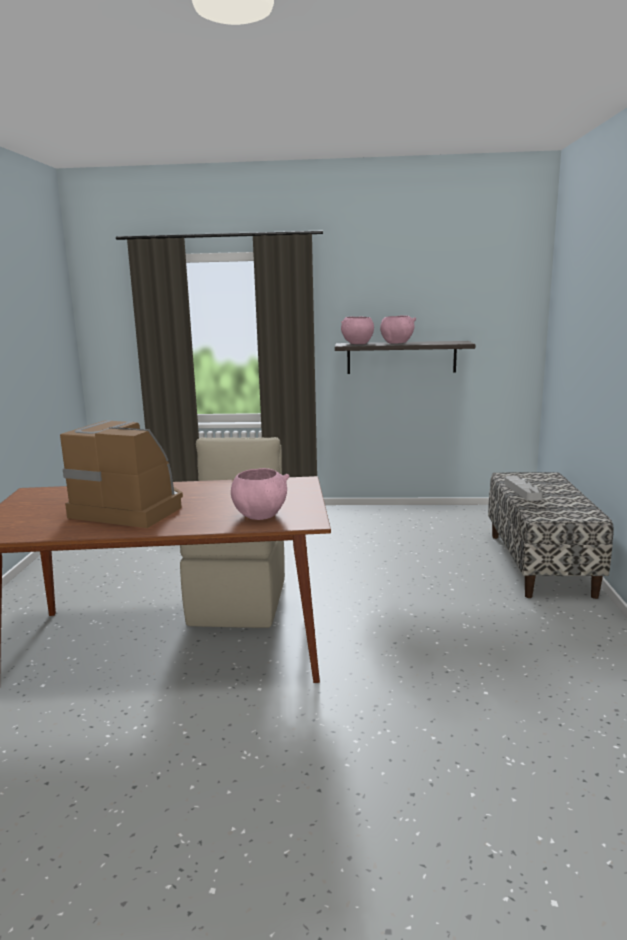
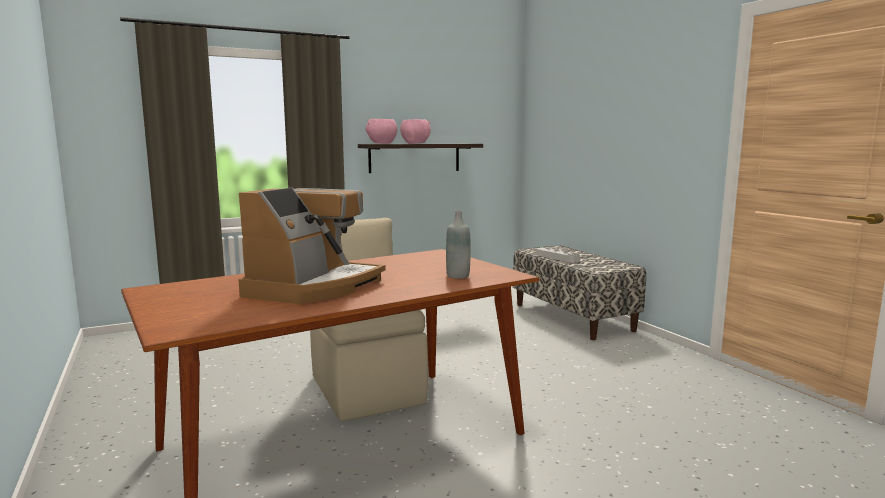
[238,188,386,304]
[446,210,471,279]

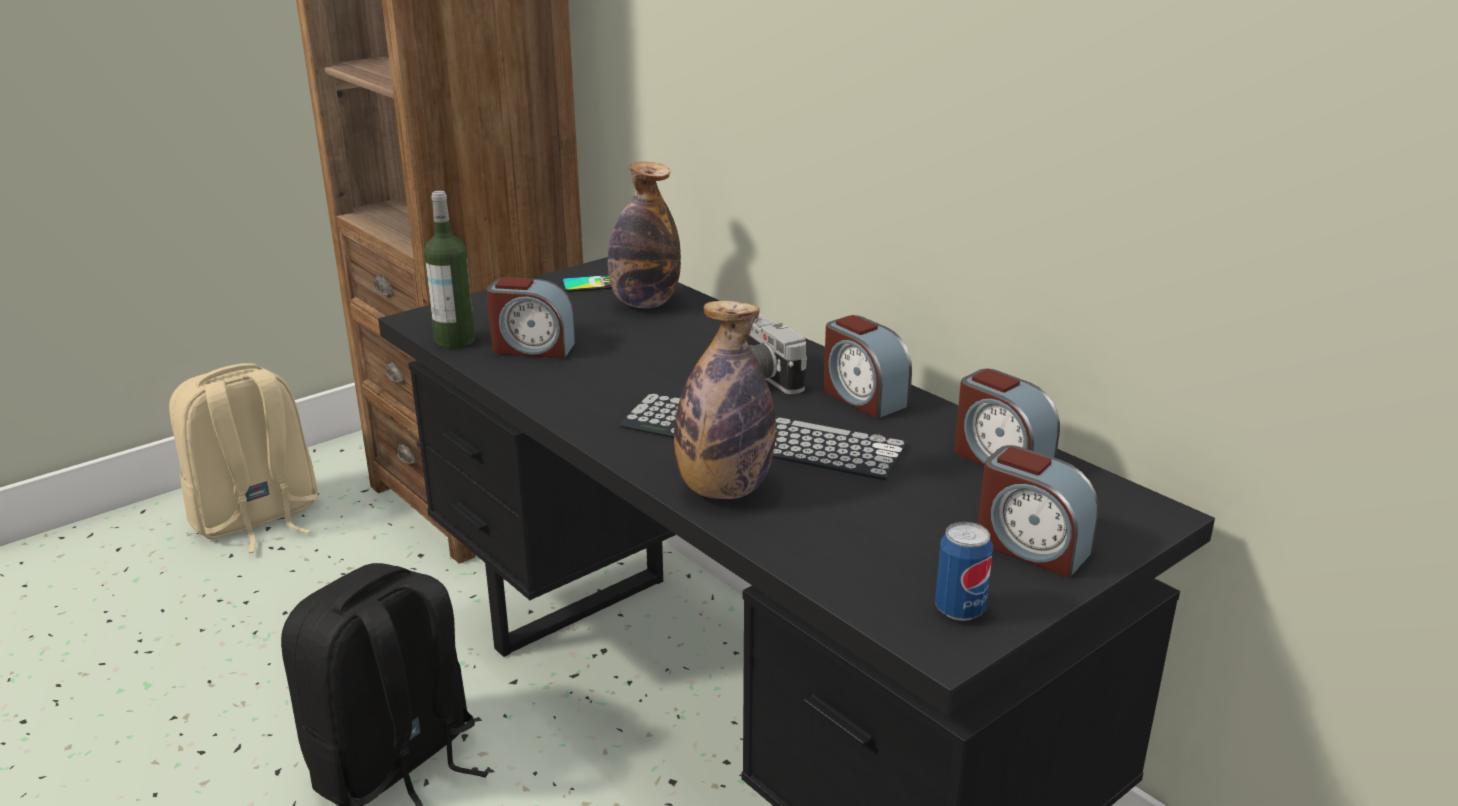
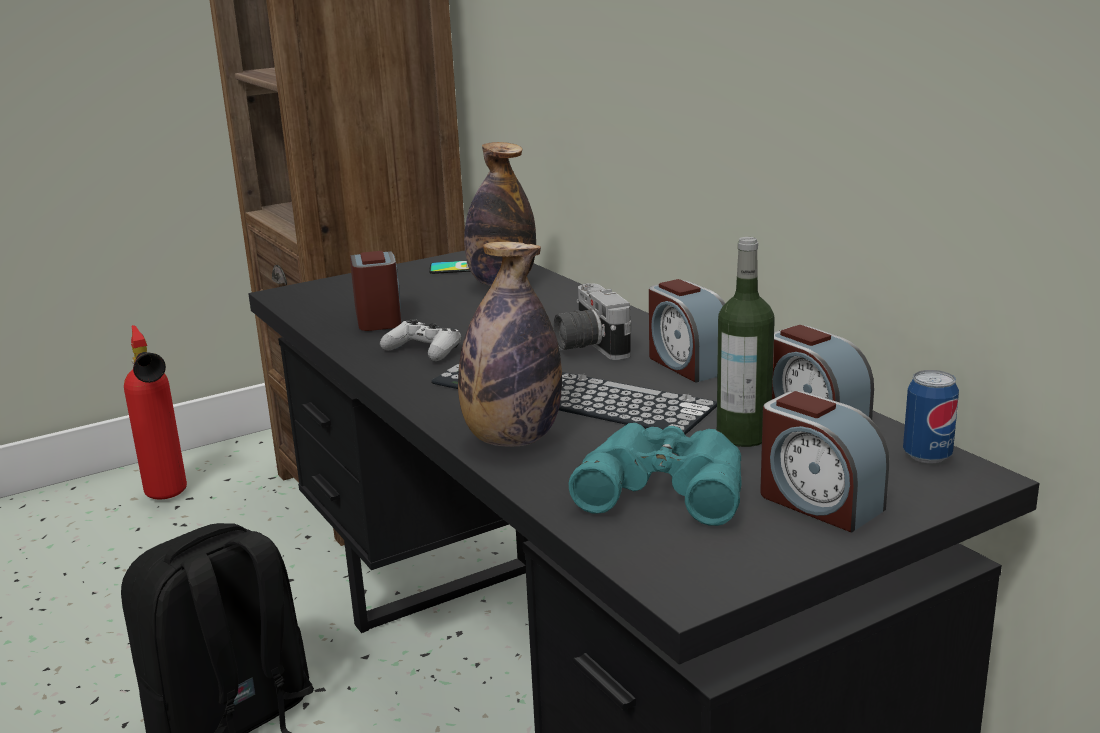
[124,325,187,499]
[717,237,775,447]
[350,251,401,331]
[903,370,959,463]
[380,319,461,361]
[569,423,742,526]

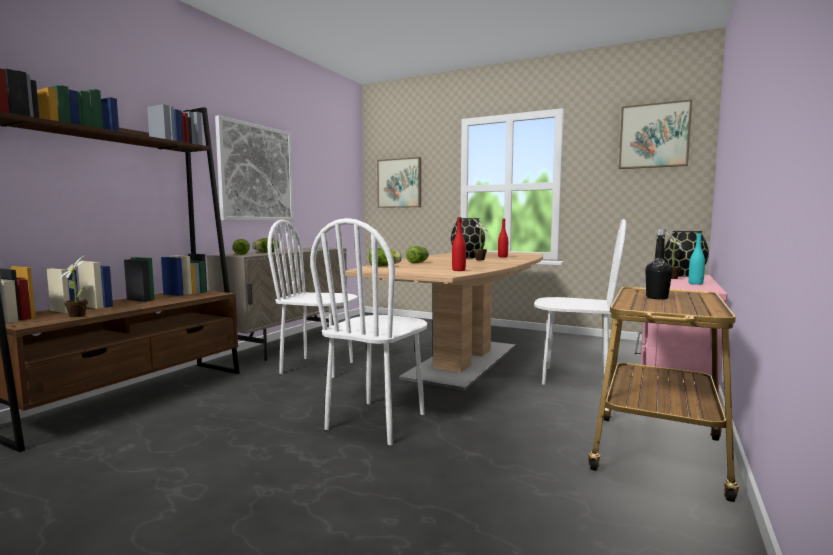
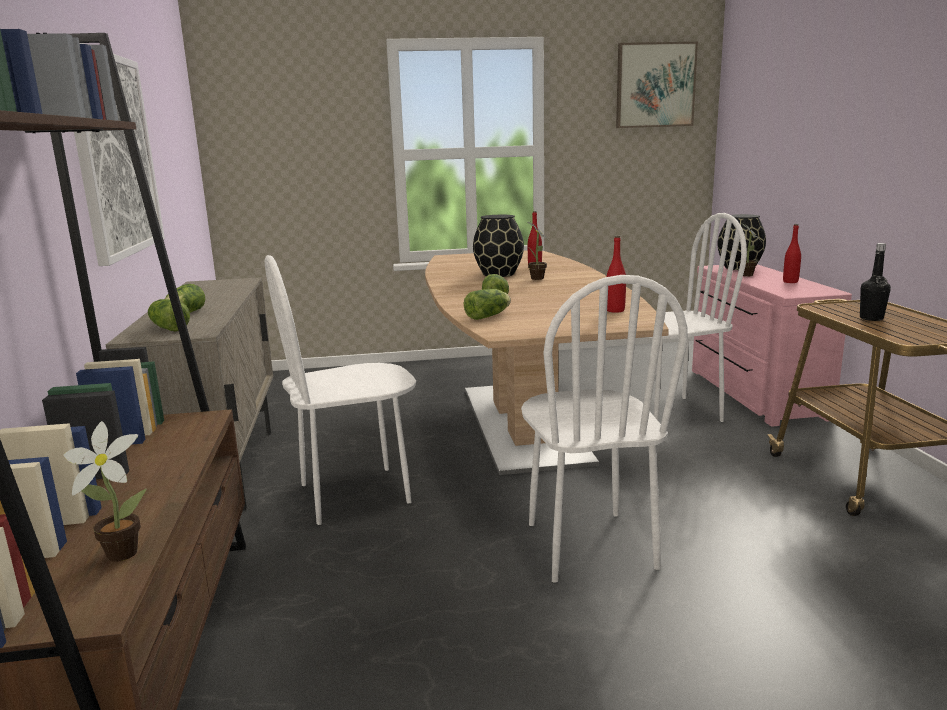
[377,157,421,208] (first image)
[783,224,801,283]

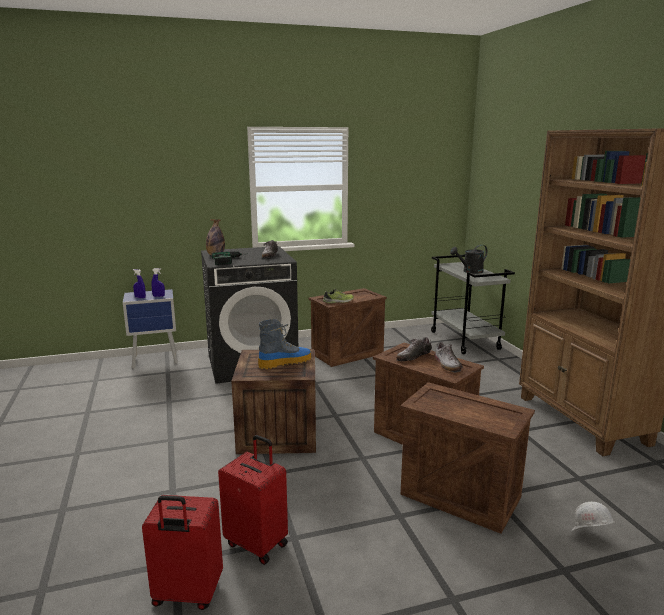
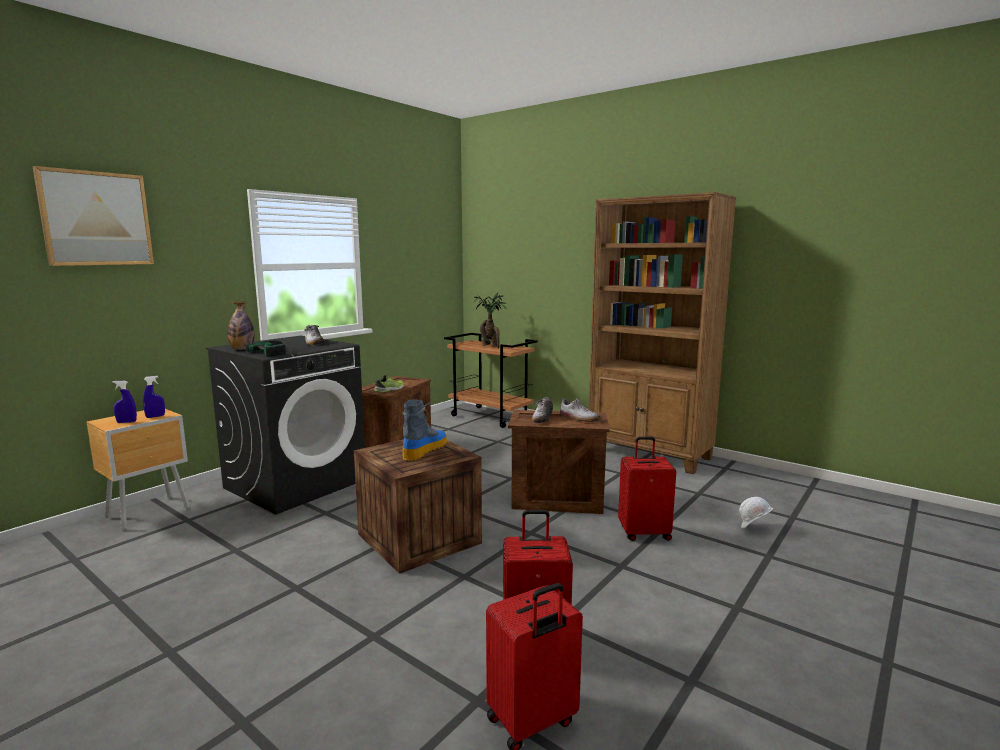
[86,409,190,530]
[618,437,676,541]
[444,333,538,428]
[473,292,507,348]
[33,166,154,266]

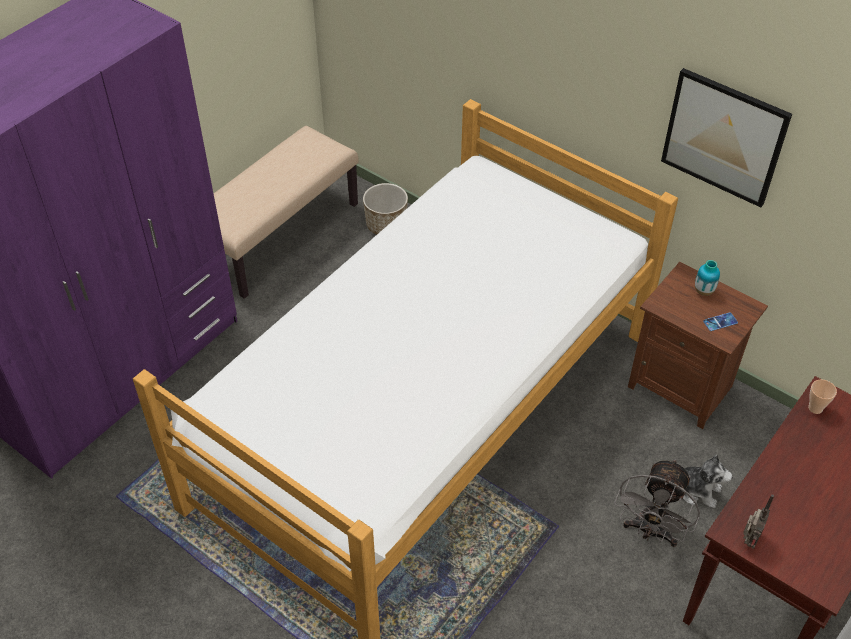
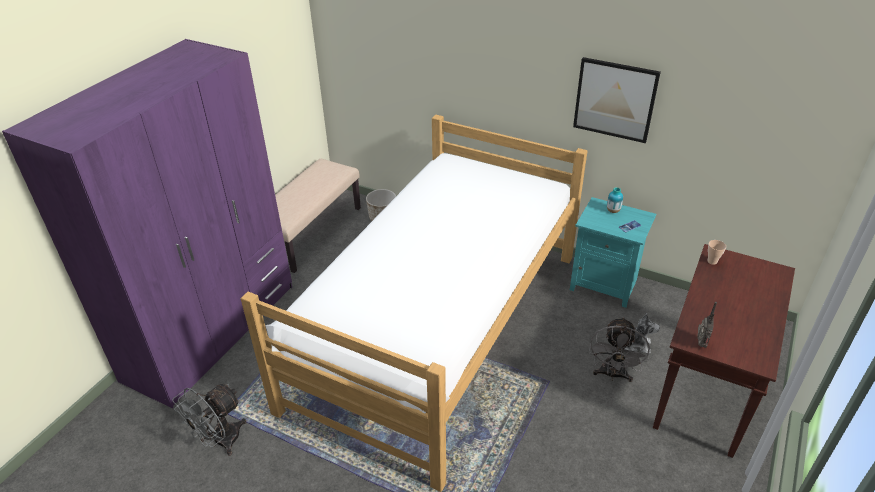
[570,197,656,308]
[172,384,246,456]

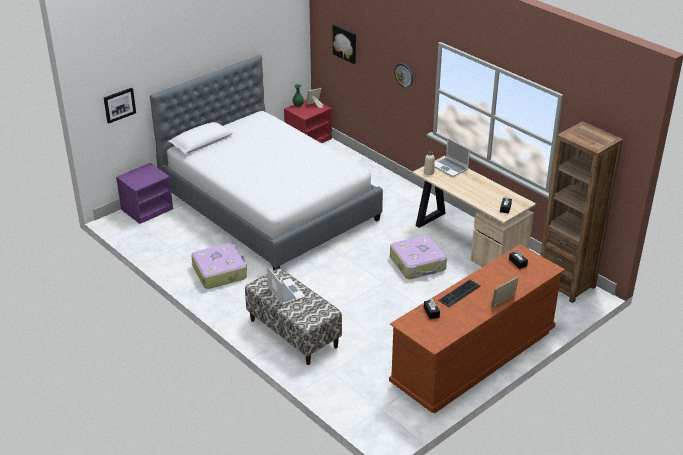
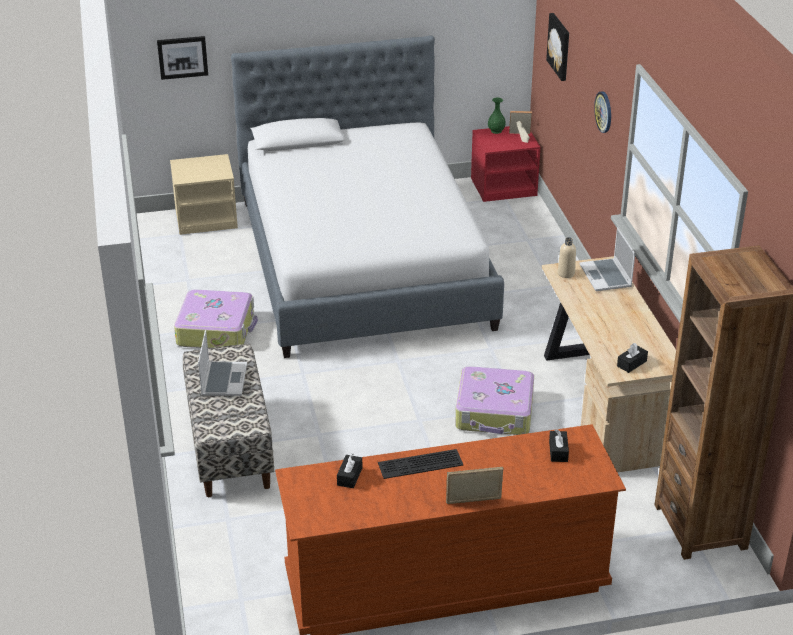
[170,154,238,235]

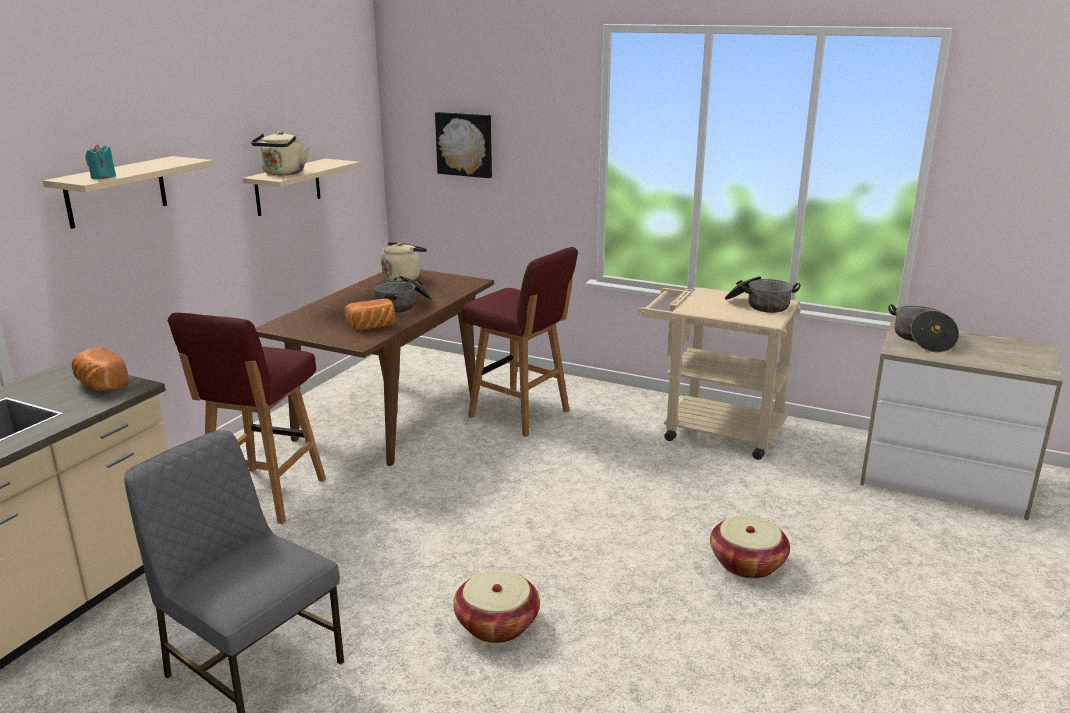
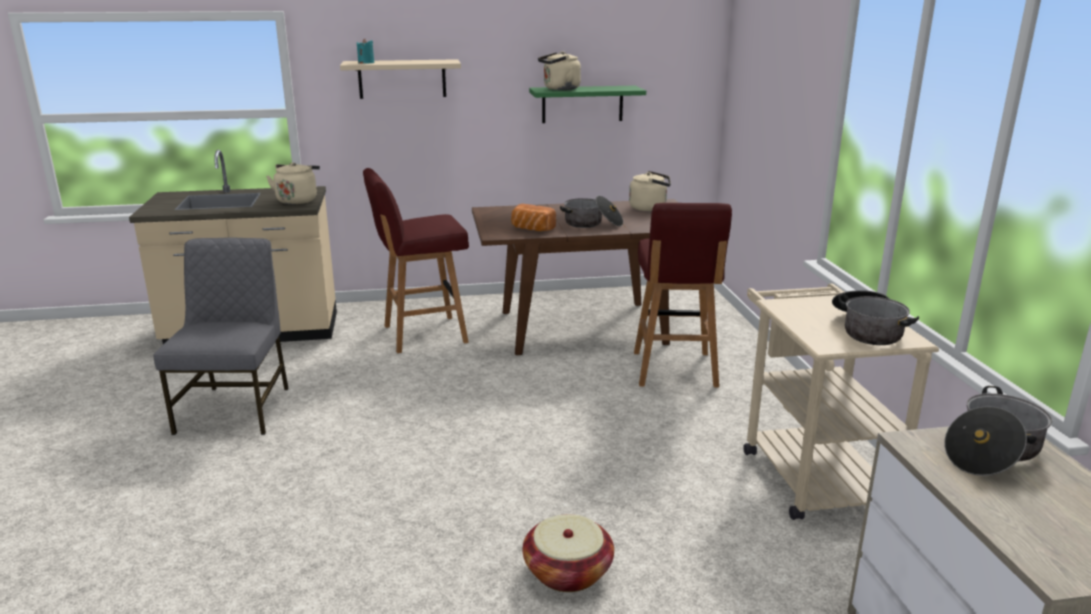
[266,162,320,204]
[529,86,646,123]
[435,112,492,178] (first image)
[453,570,540,643] (first image)

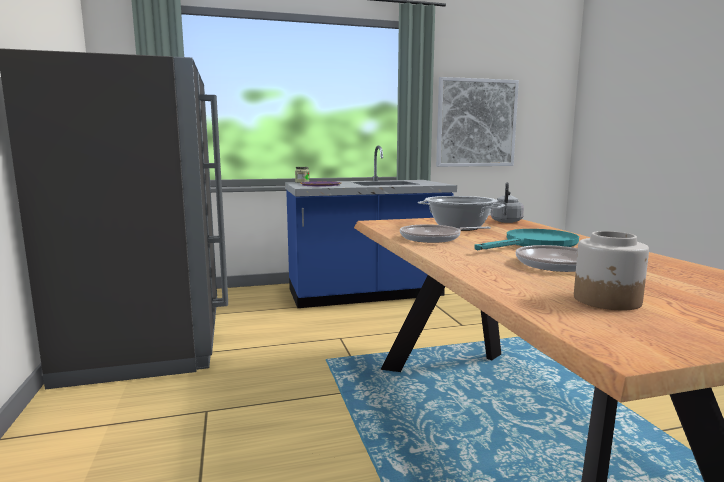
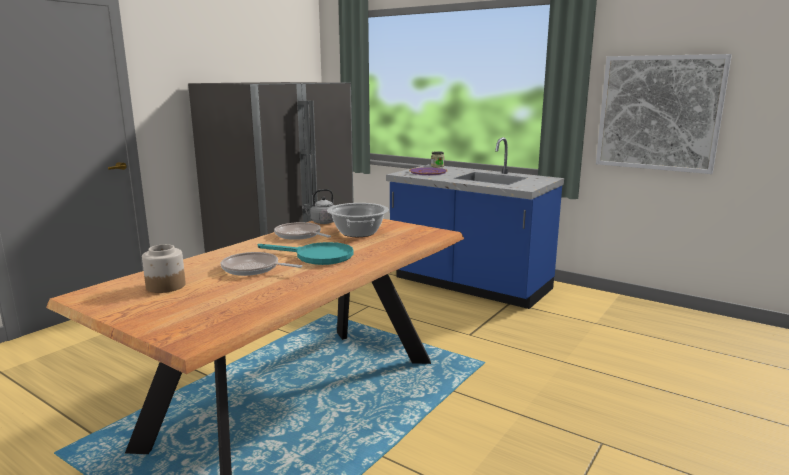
[302,189,335,224]

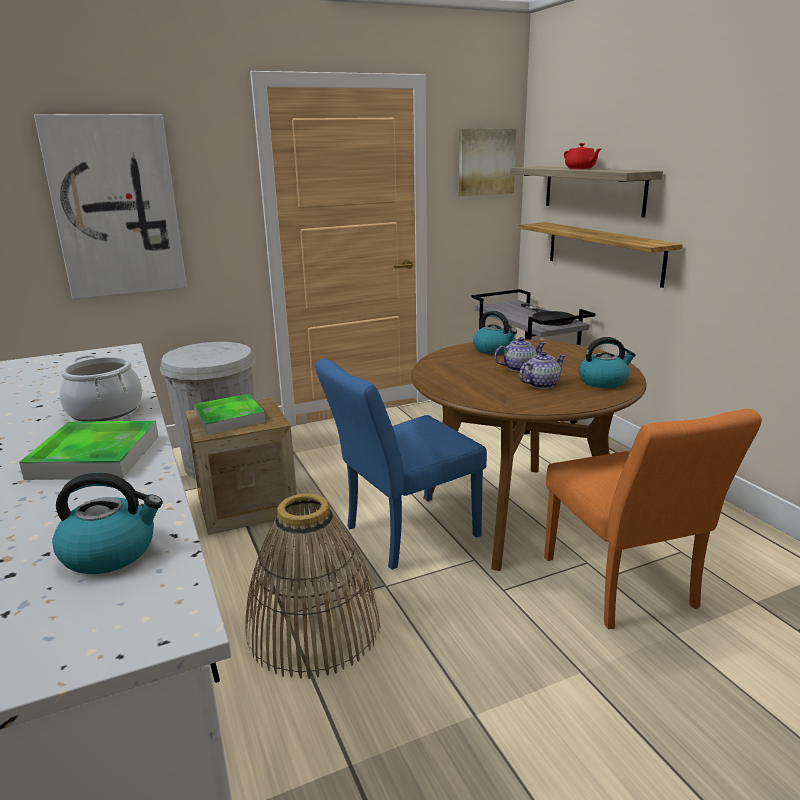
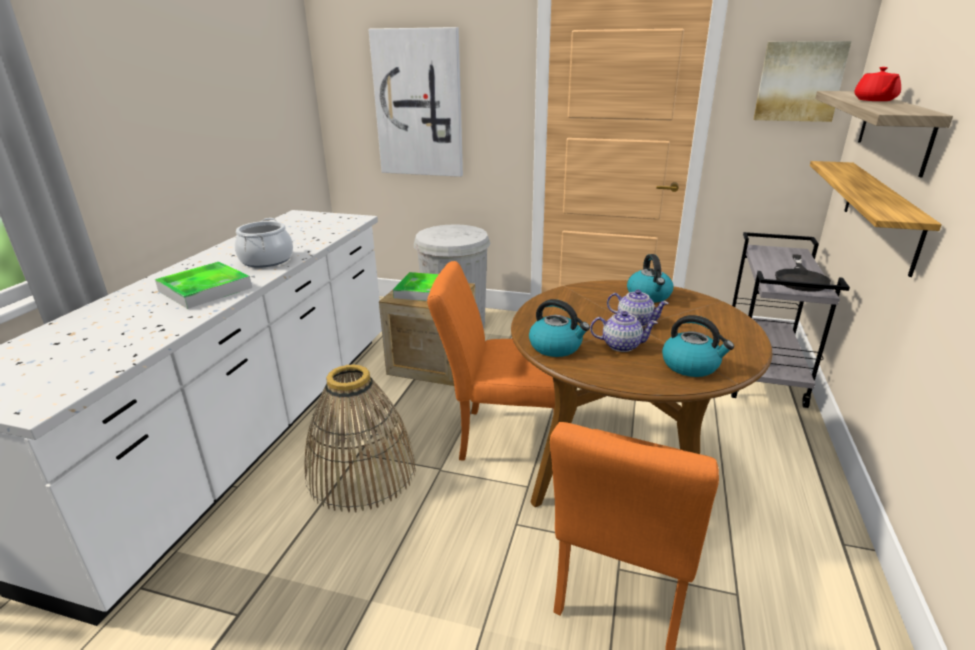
[529,299,590,357]
[427,261,555,460]

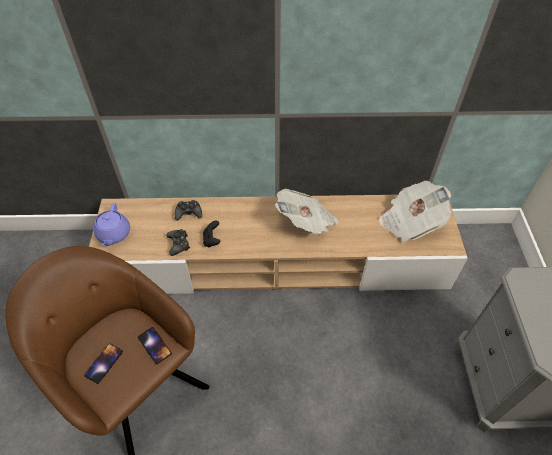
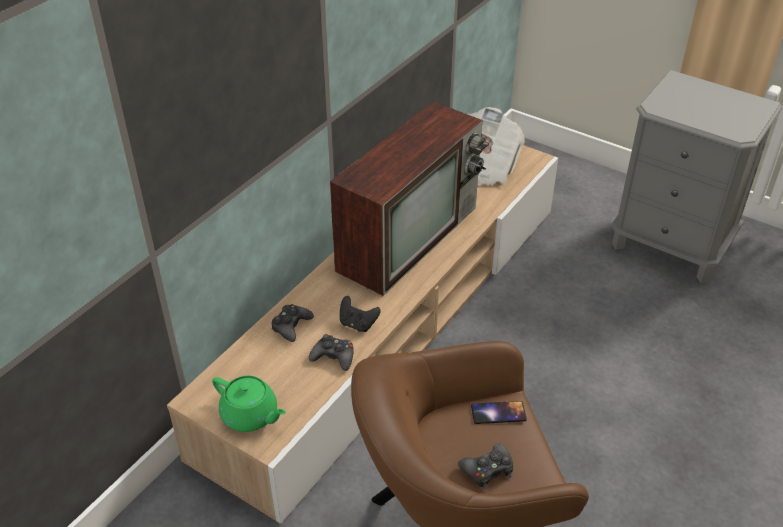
[458,443,513,489]
[212,376,286,432]
[330,102,489,296]

